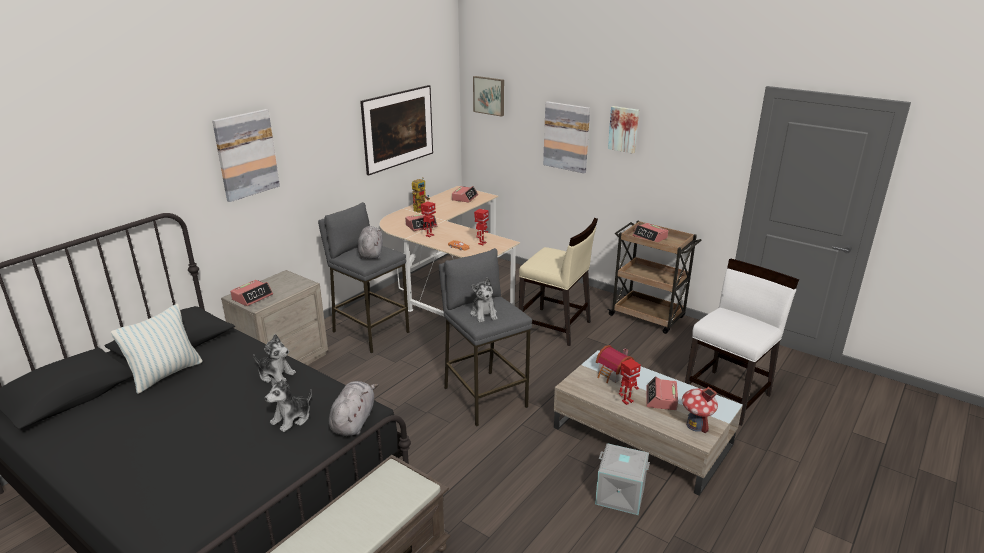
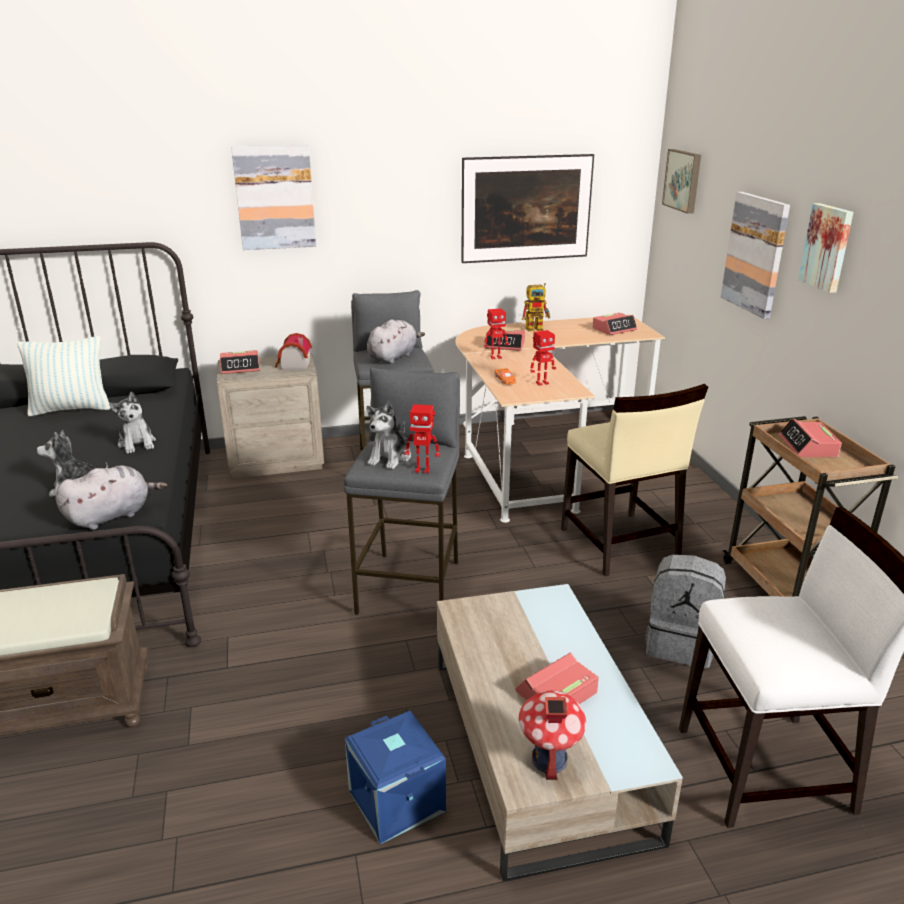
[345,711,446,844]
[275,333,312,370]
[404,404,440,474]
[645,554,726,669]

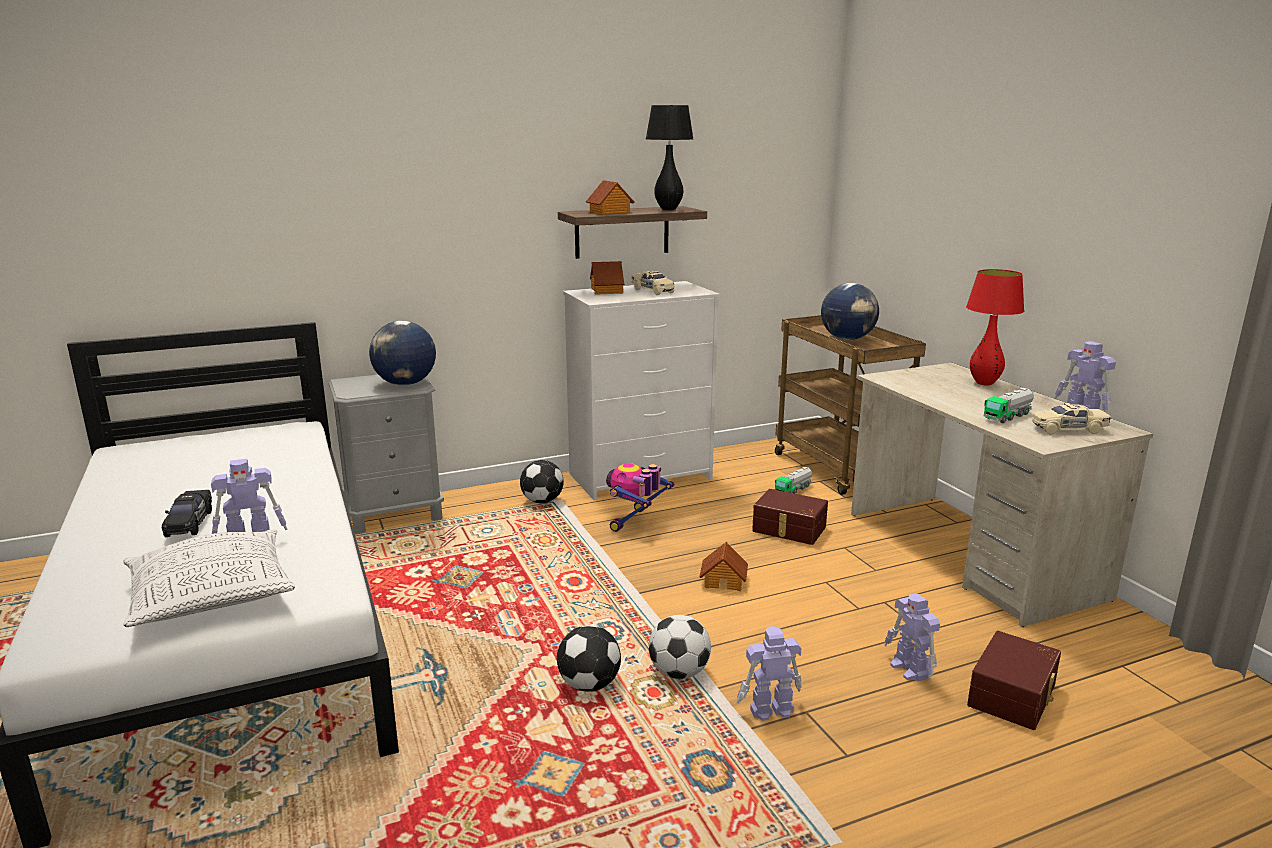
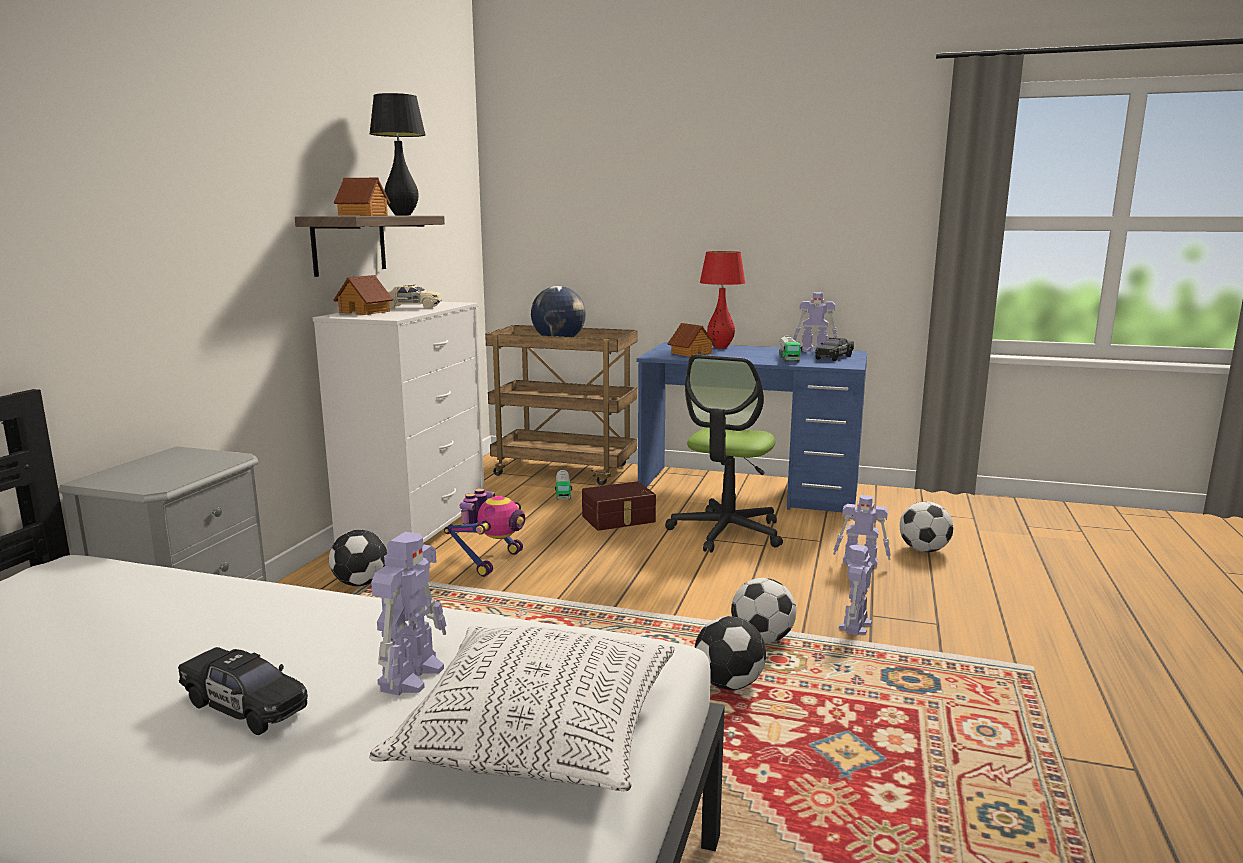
[369,321,436,385] (first image)
[444,488,525,577]
[667,323,715,357]
[636,342,867,516]
[900,501,953,552]
[815,337,854,361]
[665,355,783,553]

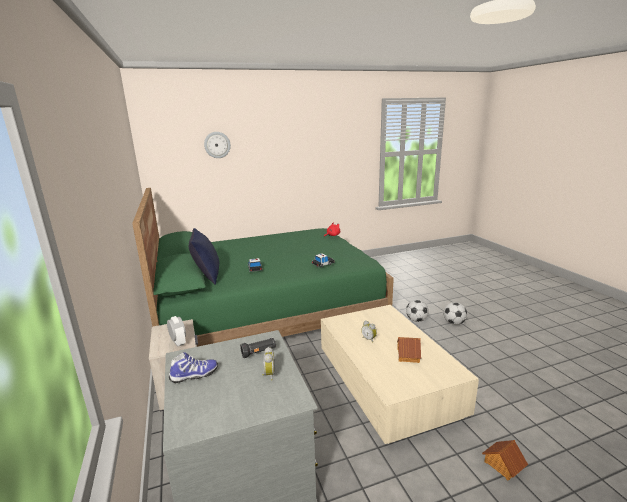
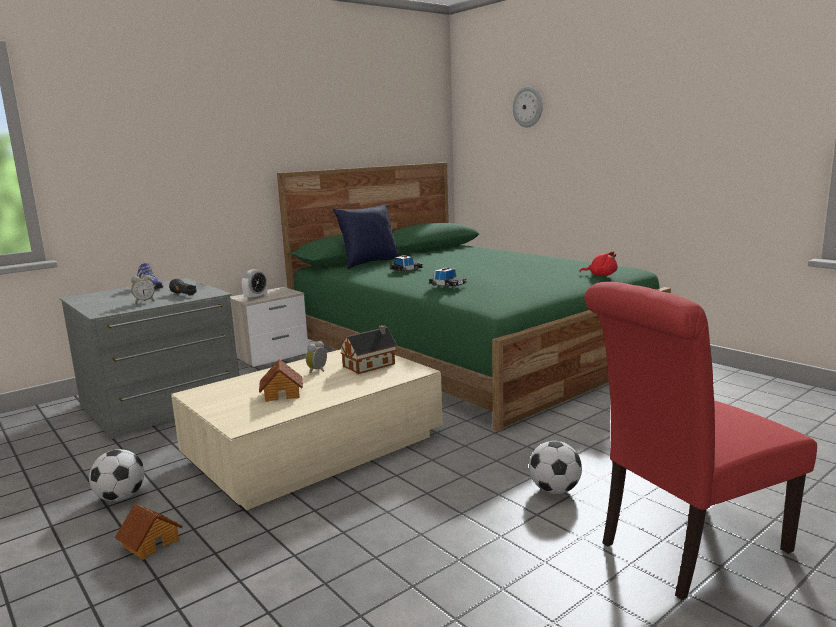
[89,449,145,501]
[340,325,397,374]
[584,282,817,600]

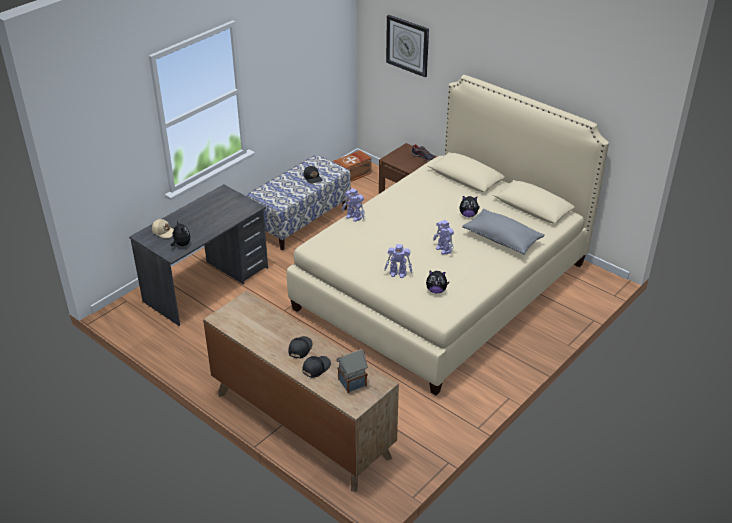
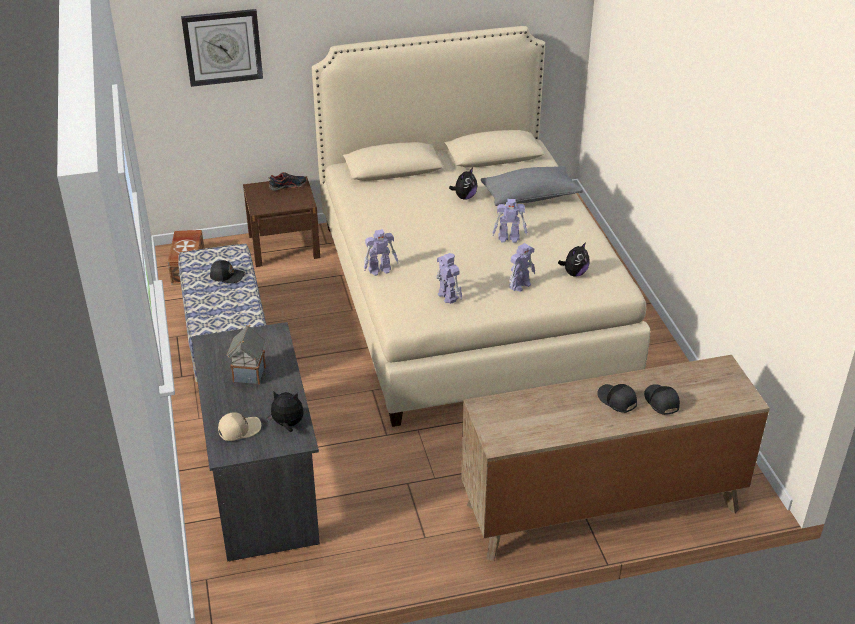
[227,325,266,385]
[436,253,462,304]

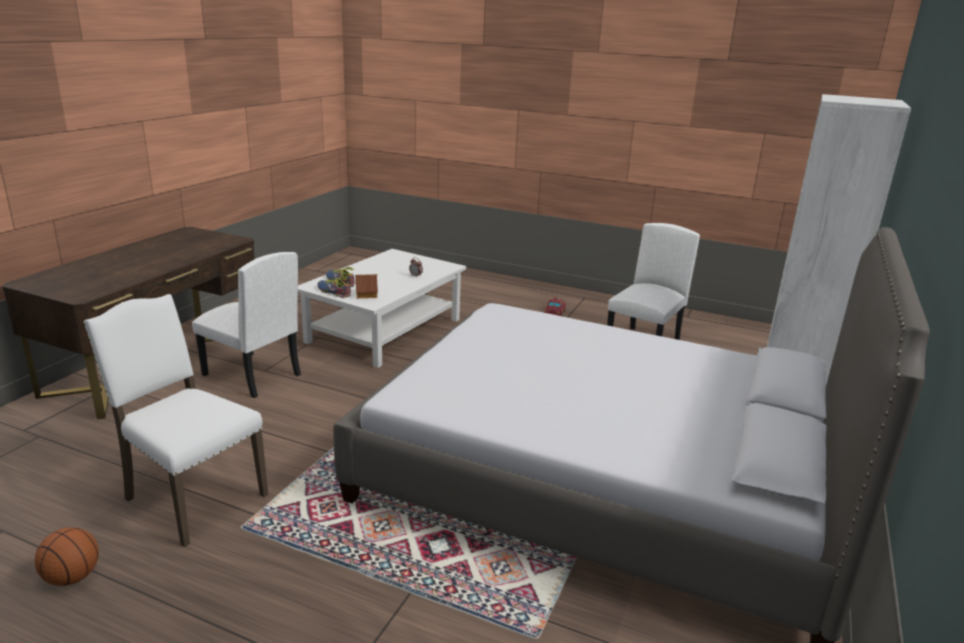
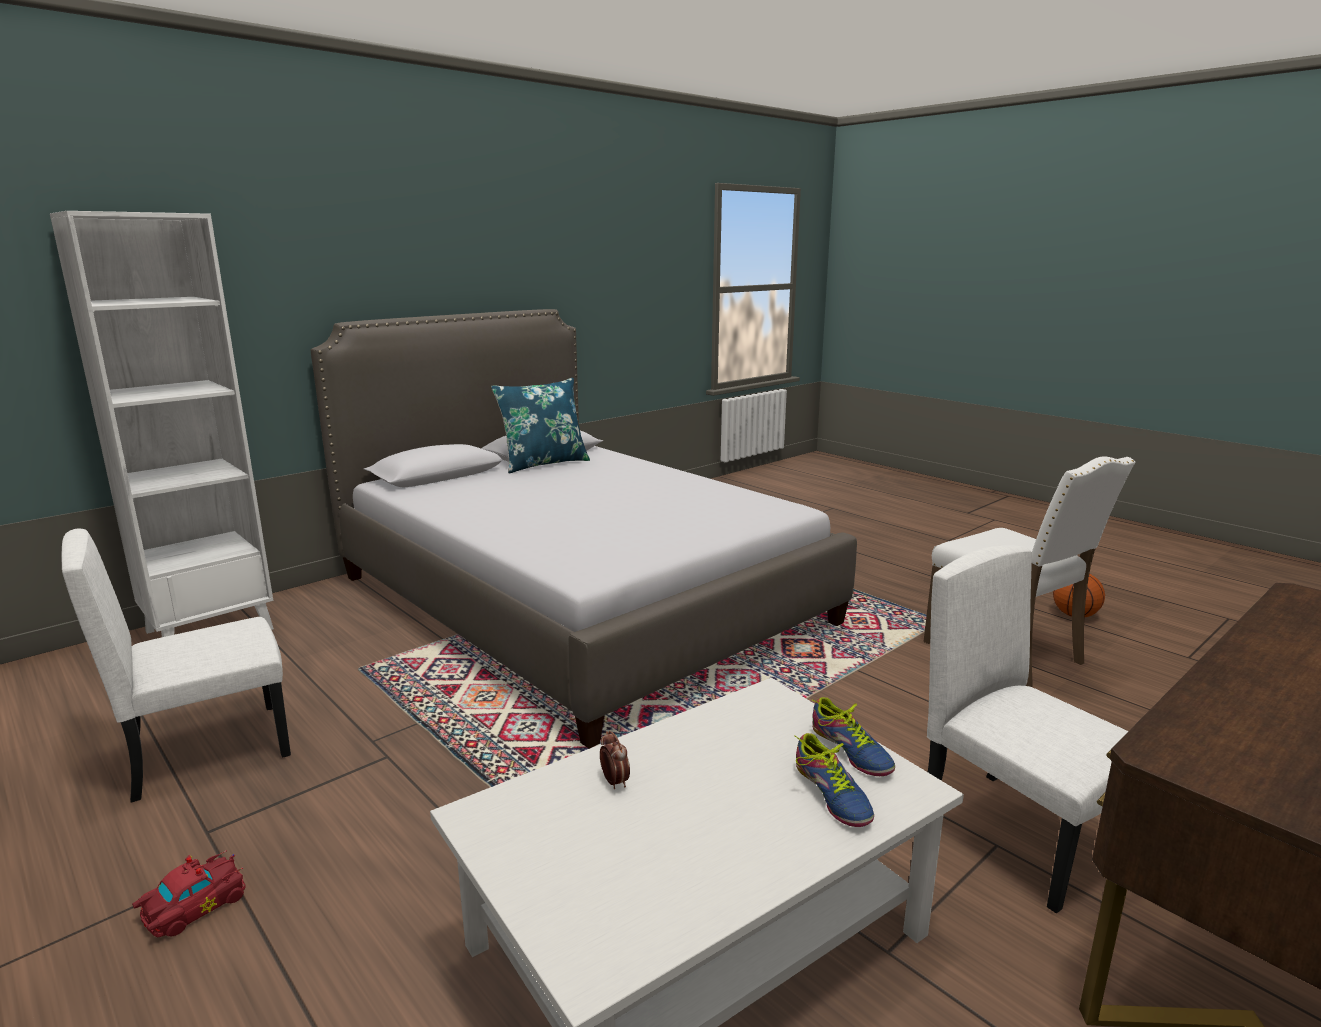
[355,274,378,299] (first image)
[491,378,590,473]

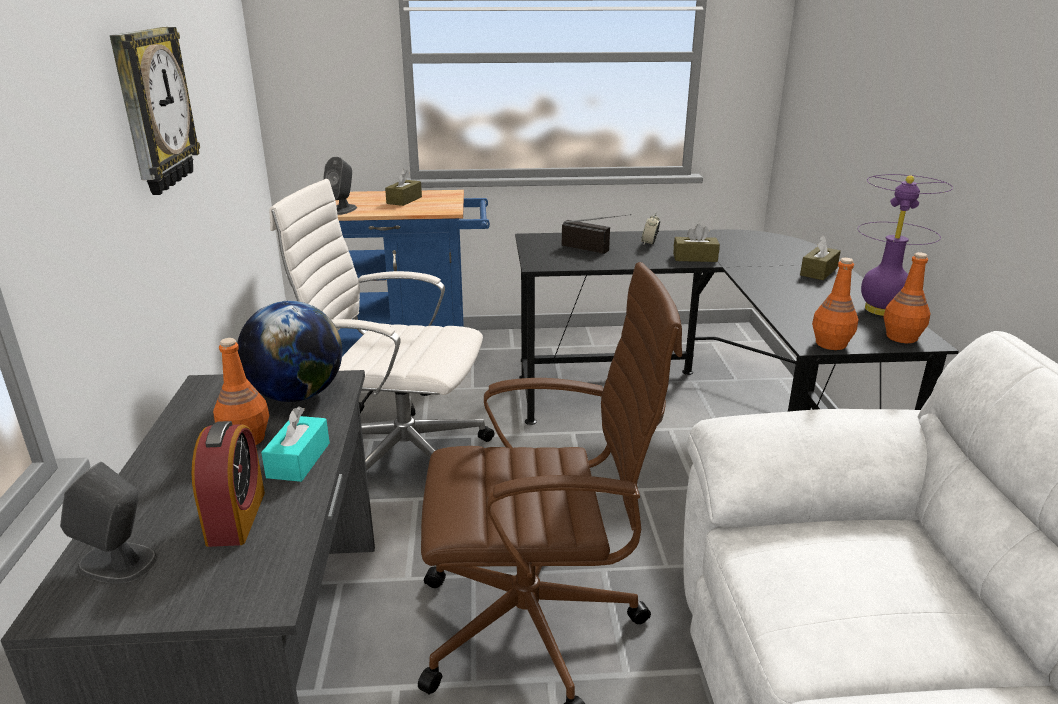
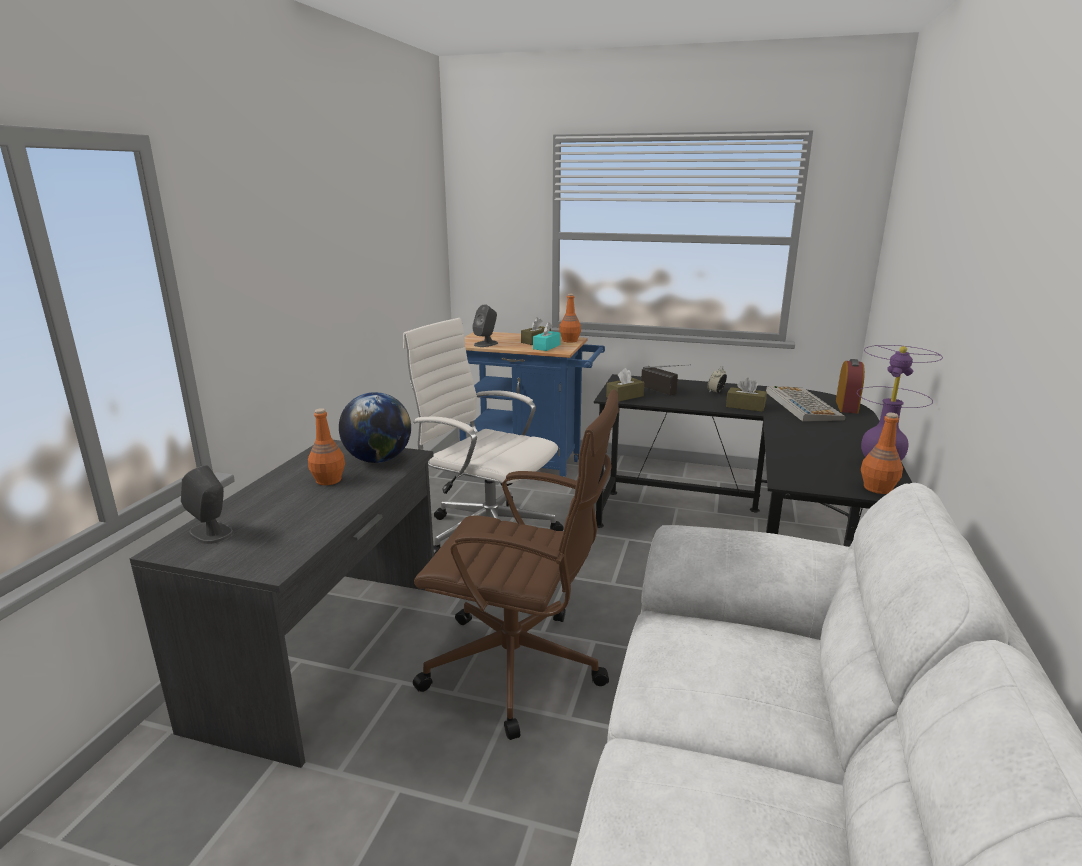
[110,27,200,195] (first image)
[836,359,865,413]
[533,322,561,351]
[606,368,644,402]
[559,294,581,343]
[766,386,845,422]

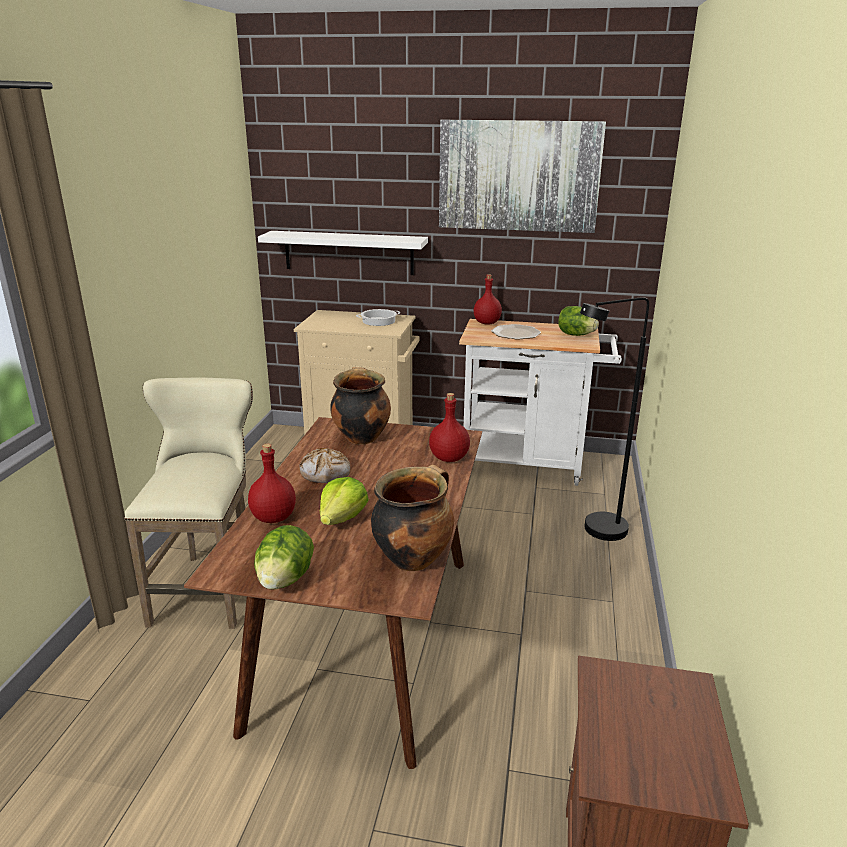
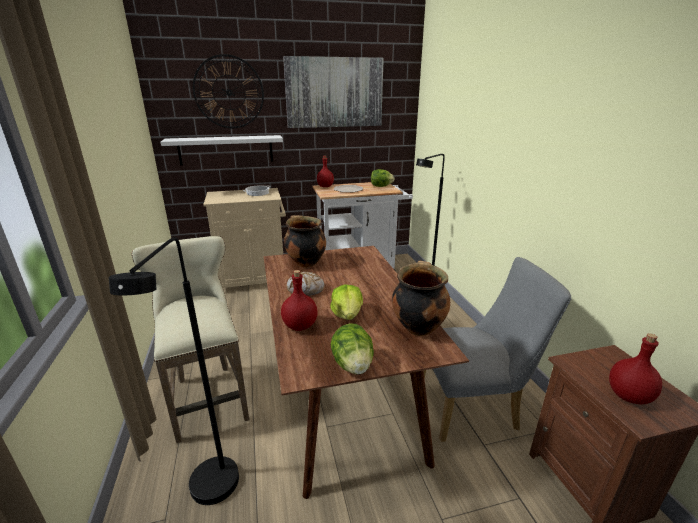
[609,333,662,404]
[109,237,239,505]
[193,54,264,128]
[424,257,571,442]

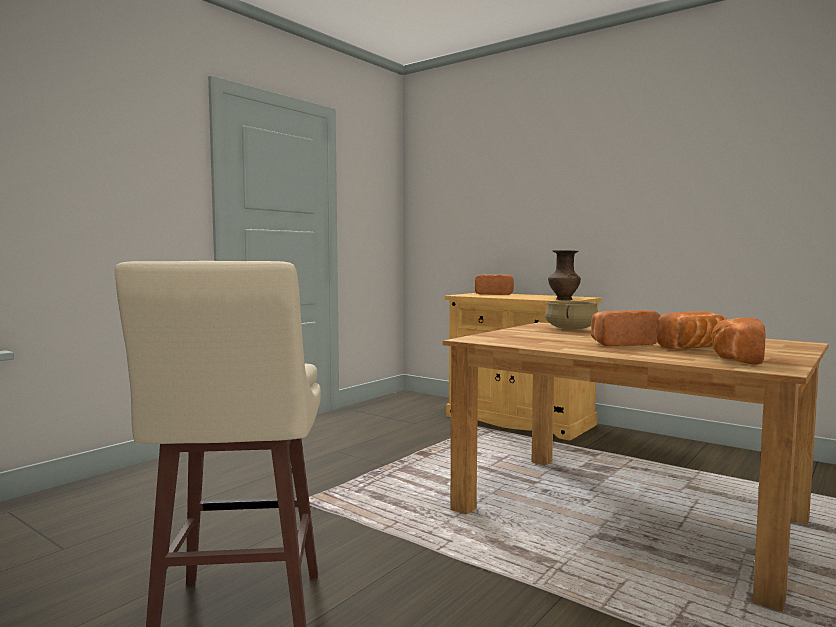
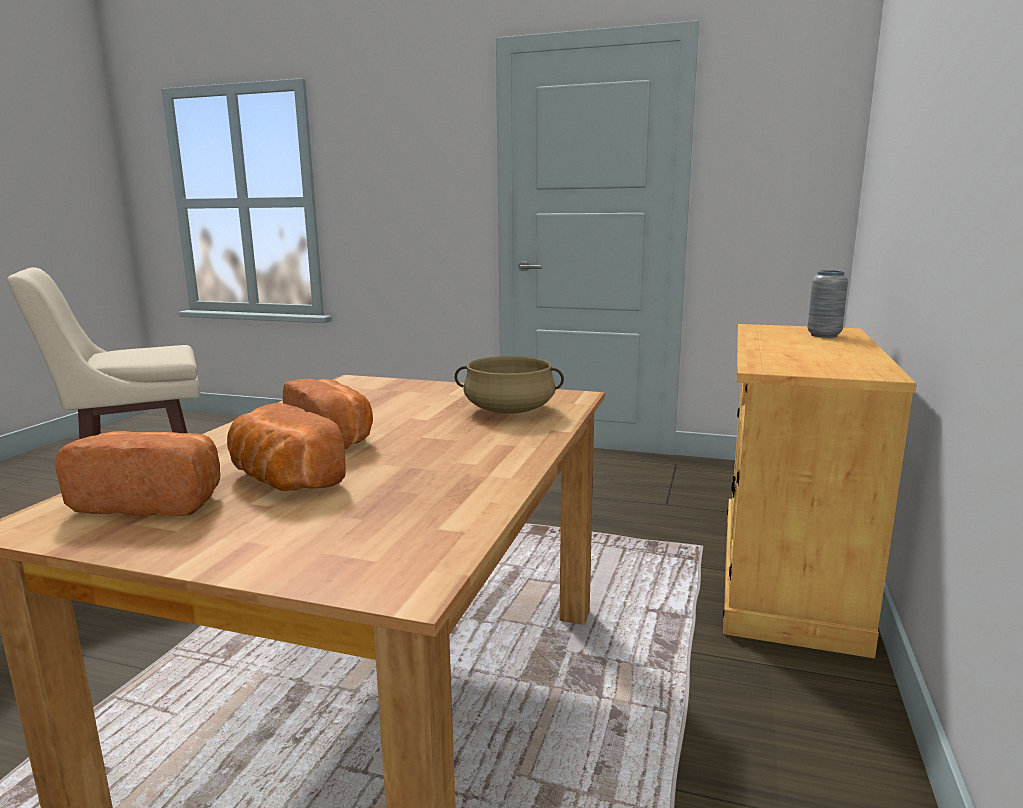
[807,270,848,338]
[548,250,581,300] (first image)

